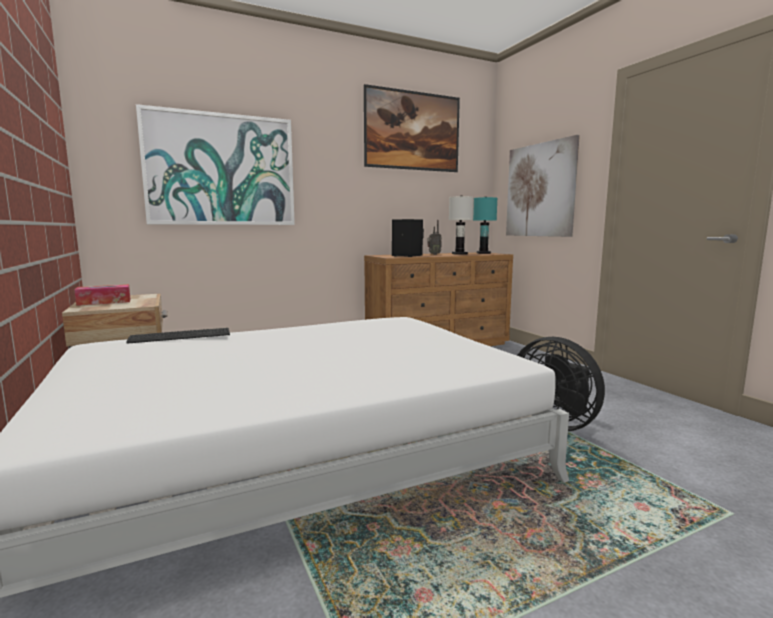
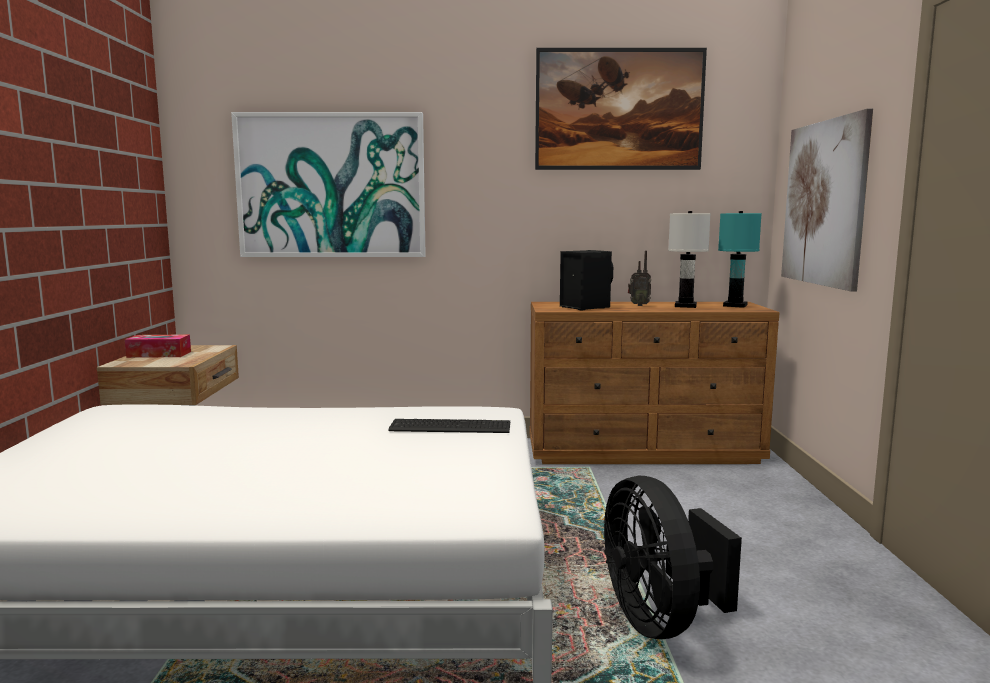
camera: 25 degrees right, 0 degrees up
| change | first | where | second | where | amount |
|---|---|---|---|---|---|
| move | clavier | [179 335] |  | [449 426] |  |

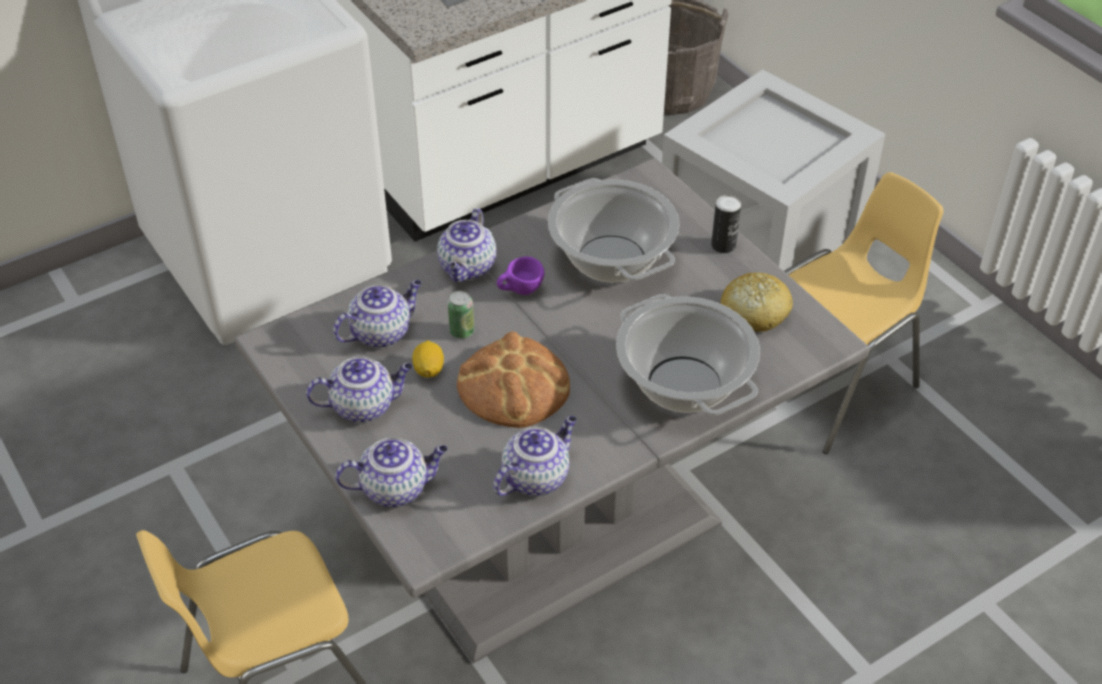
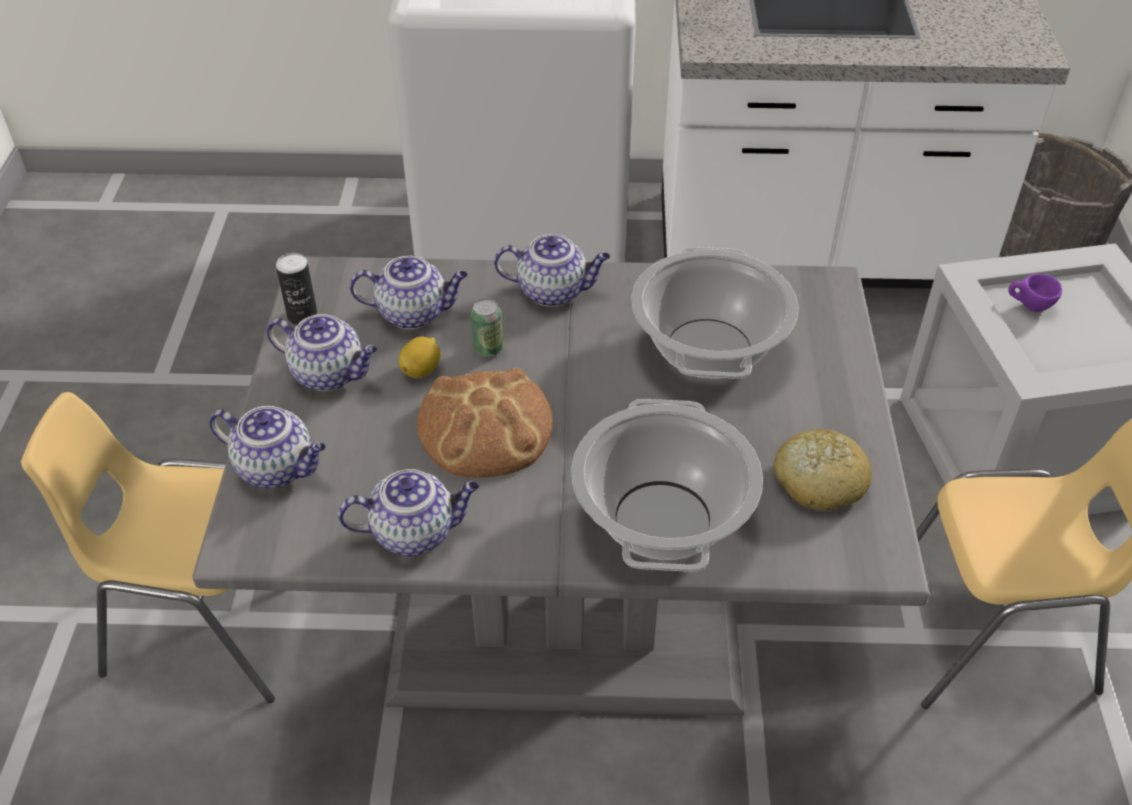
camera: 35 degrees right, 0 degrees up
| change | first | where | second | where | amount |
|---|---|---|---|---|---|
| rotate | théière | [468 268] |  | [553 291] | 135 degrees counterclockwise |
| move | tasse/violet | [520 292] |  | [1028 307] |  |
| move | boîte métallique | [723 245] |  | [302 316] |  |

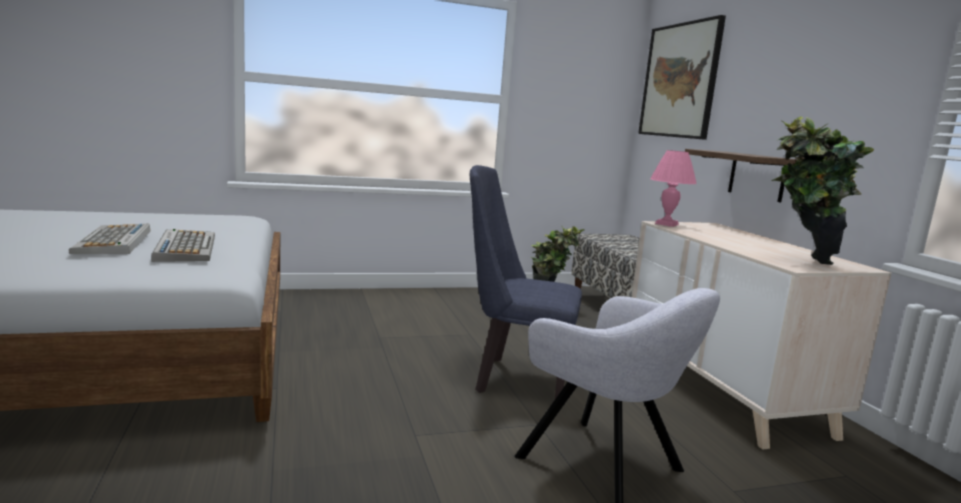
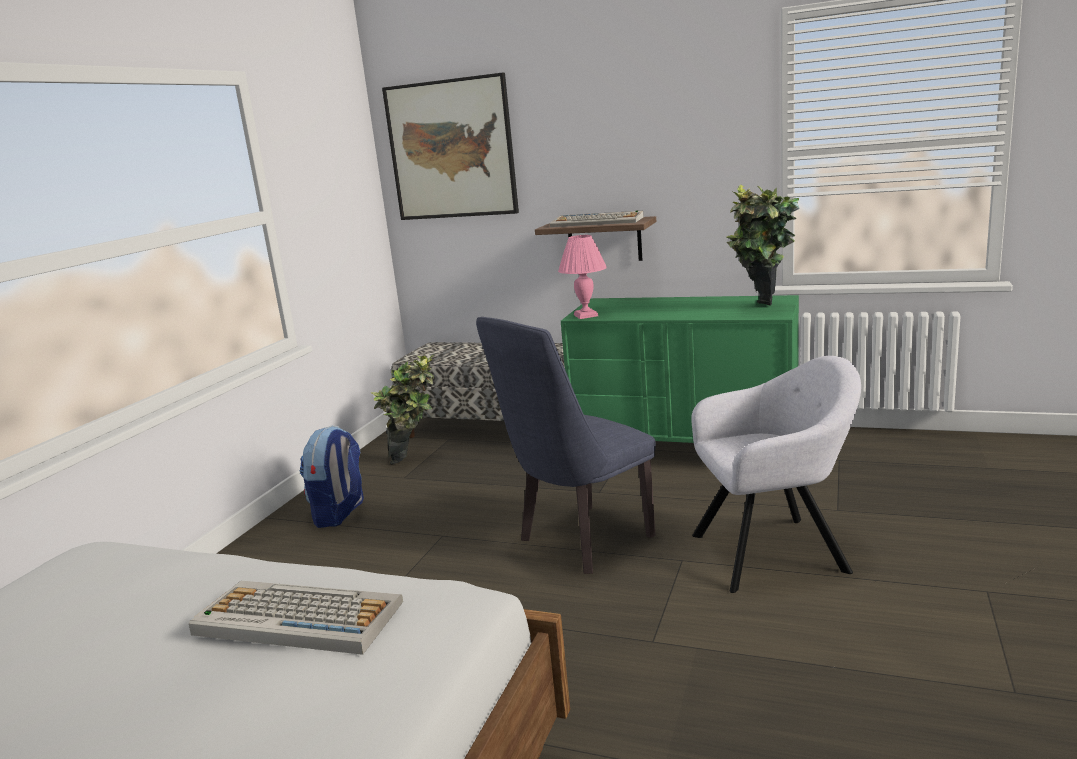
camera: 50 degrees left, 5 degrees up
| change | first | where | second | where | amount |
|---|---|---|---|---|---|
| move | clavier | [114 241] |  | [598 222] |  |
| recolor | commode/beige | [722 390] | commode/vert | [687 450] |  |
| insert |  |  | sac à dos | [340 514] |  |

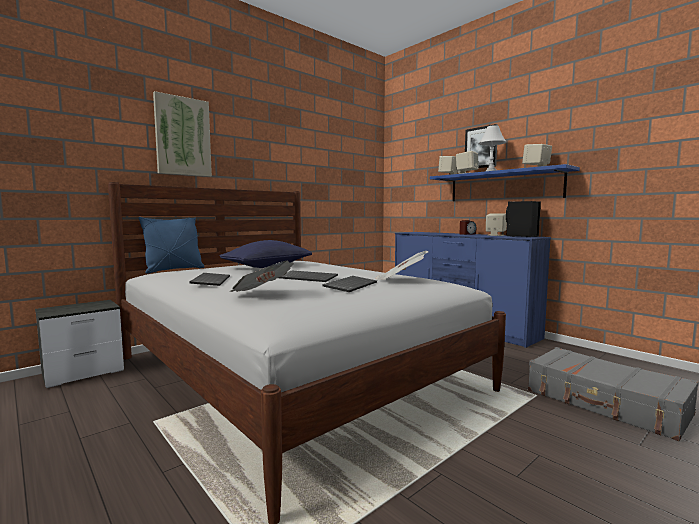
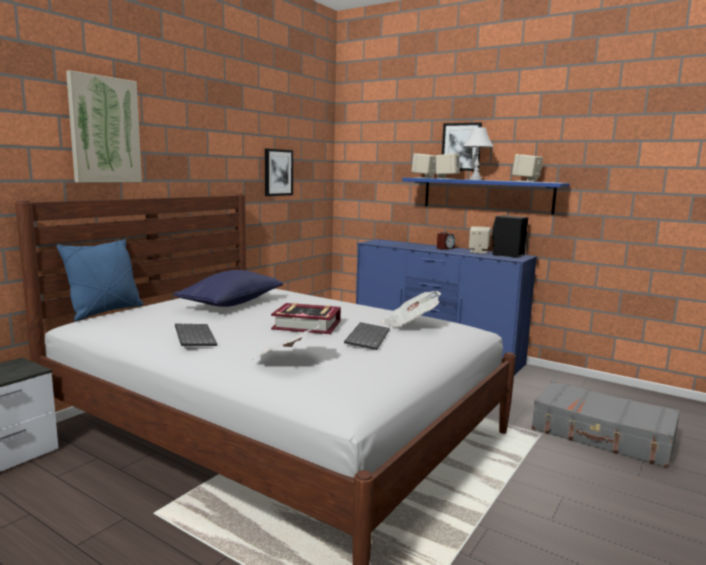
camera: 15 degrees left, 5 degrees up
| change | first | where | second | where | amount |
|---|---|---|---|---|---|
| replace | clavier | [308 278] | livre | [307 325] |  |
| insert |  |  | tableau | [278 172] |  |

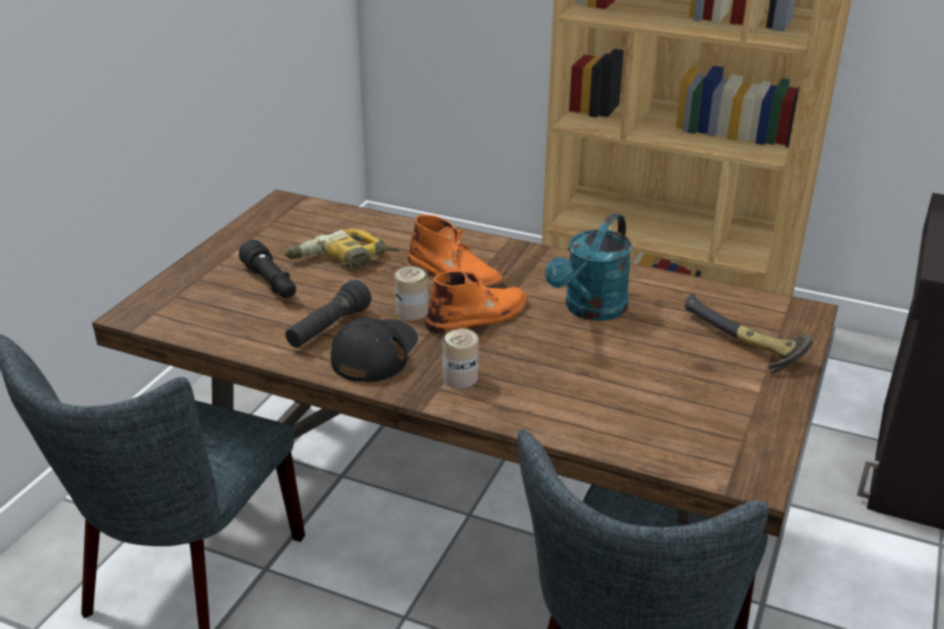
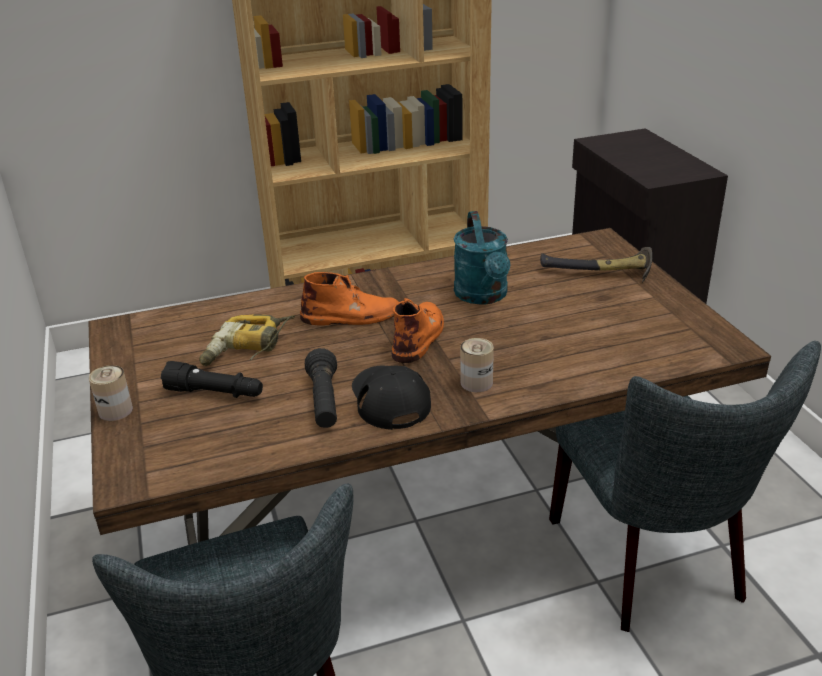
camera: 40 degrees left, 0 degrees up
| change | first | where | second | where | amount |
|---|---|---|---|---|---|
| move | boîte métallique | [412 311] |  | [115 411] |  |

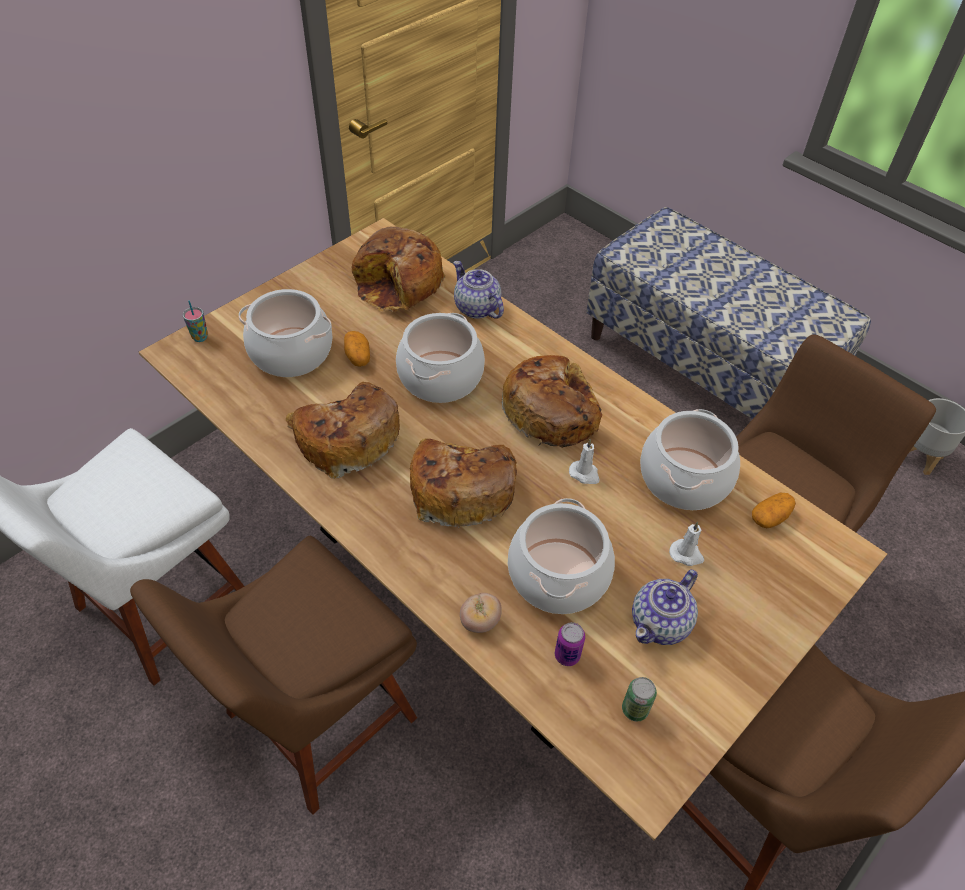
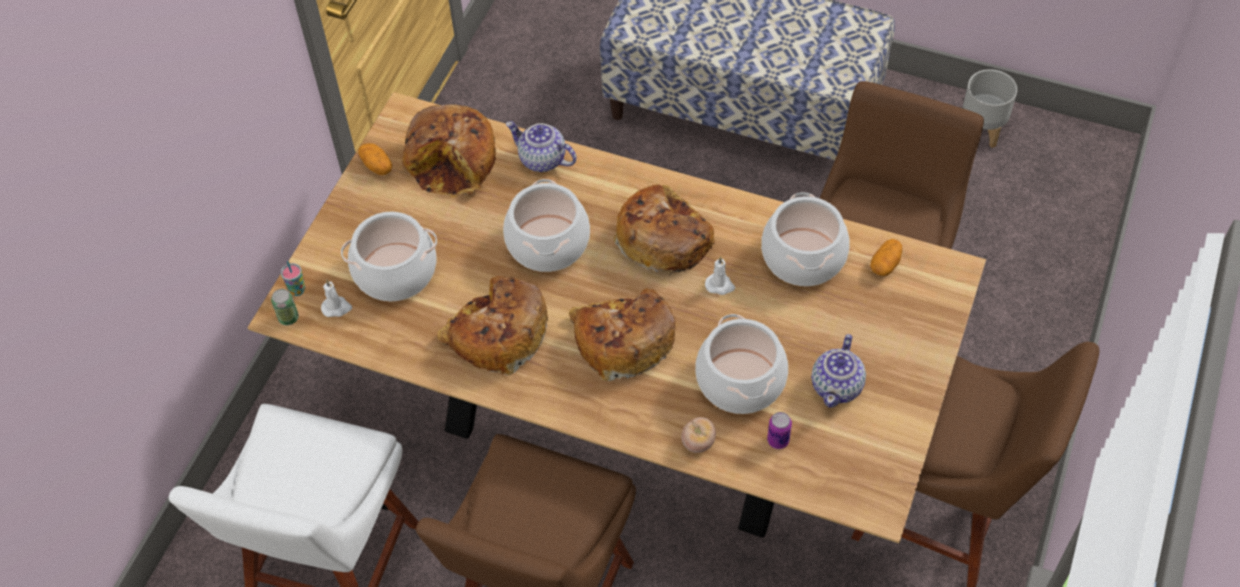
camera: 20 degrees left, 5 degrees up
| change | first | where | second | where | amount |
|---|---|---|---|---|---|
| move | pomme de terre | [358 356] |  | [377 166] |  |
| move | boîte métallique | [635 709] |  | [288 318] |  |
| move | bougie/blanc | [686 554] |  | [337 307] |  |

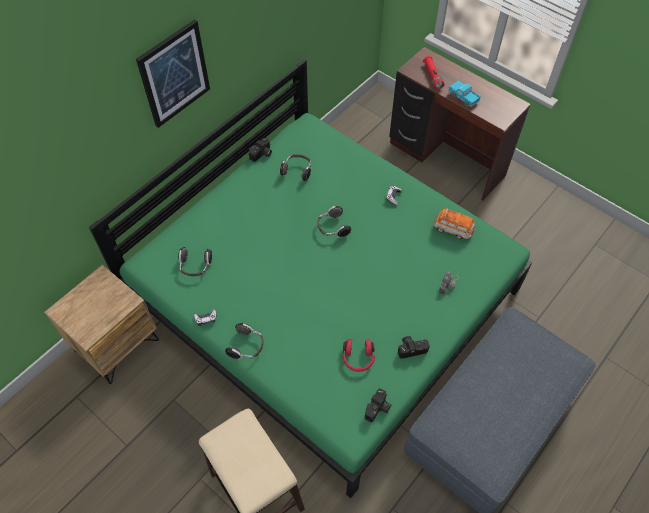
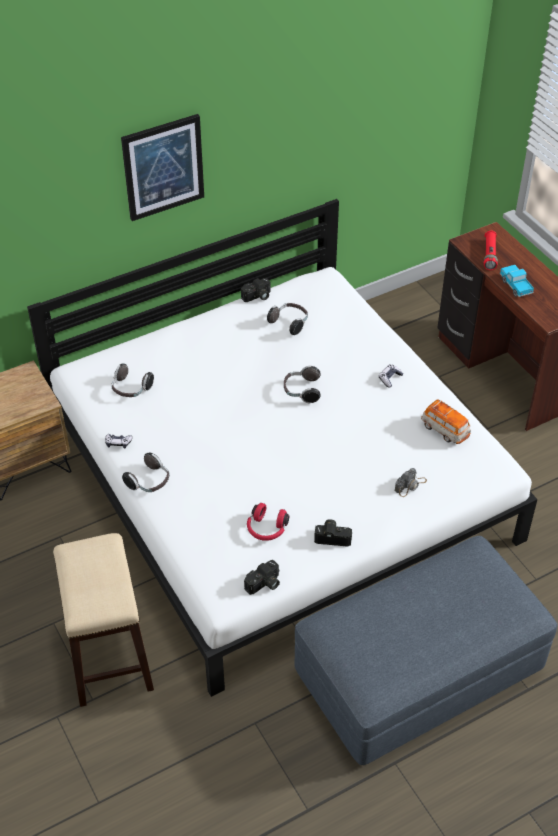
camera: 20 degrees right, 10 degrees down
| change | first | where | second | where | amount |
|---|---|---|---|---|---|
| recolor | lit/vert | [324 296] | lit/blanc | [279 480] |  |

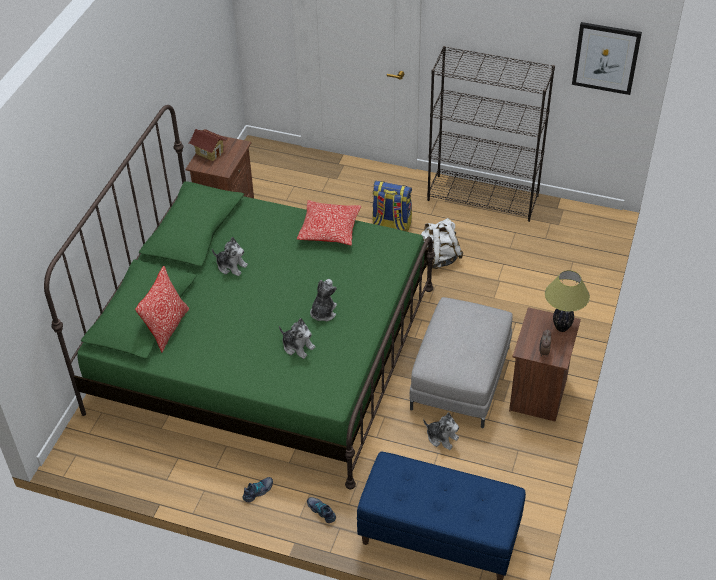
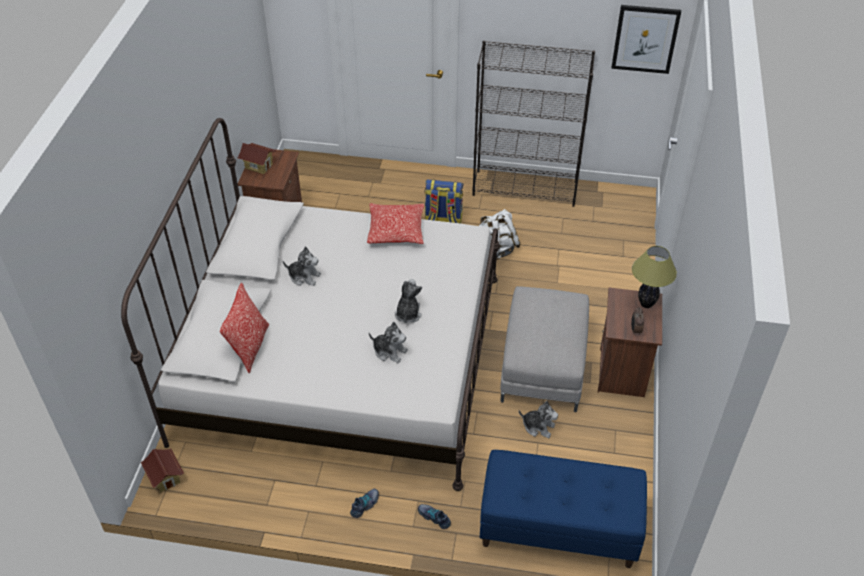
camera: 10 degrees left, 0 degrees up
| change | first | where | second | where | amount |
|---|---|---|---|---|---|
| recolor | lit/vert | [263 349] | lit/blanc | [341 357] |  |
| insert |  |  | maison miniature | [166 478] |  |

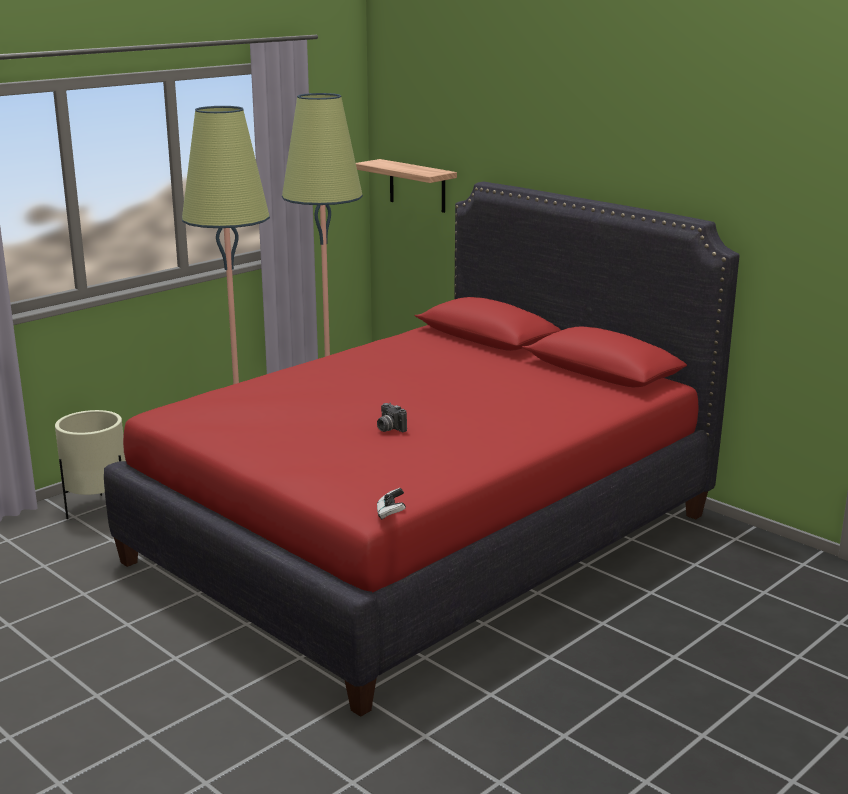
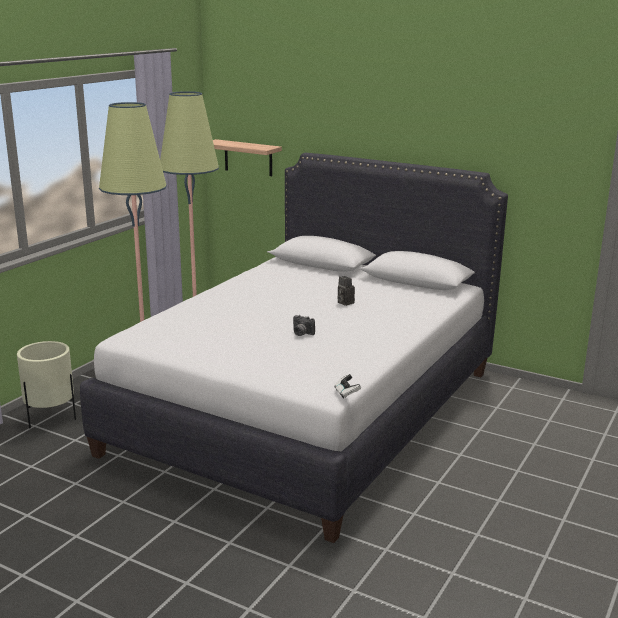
camera: 15 degrees left, 0 degrees up
| change | first | where | second | where | amount |
|---|---|---|---|---|---|
| recolor | lit/rouge | [424 537] | lit/blanc | [307 410] |  |
| insert |  |  | appareil photo | [344 302] |  |

